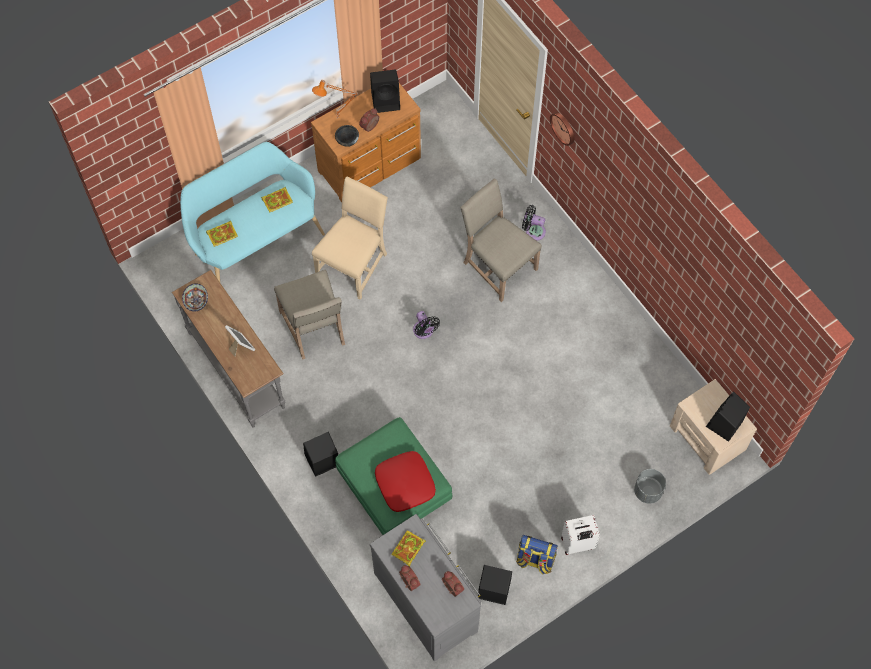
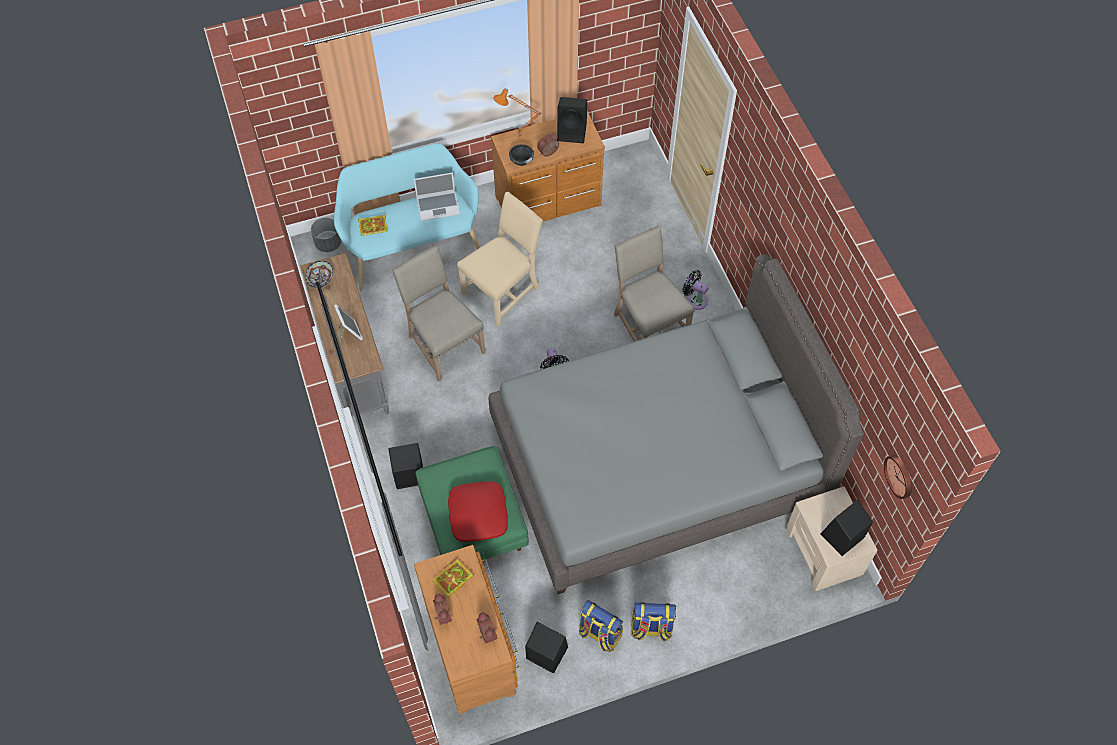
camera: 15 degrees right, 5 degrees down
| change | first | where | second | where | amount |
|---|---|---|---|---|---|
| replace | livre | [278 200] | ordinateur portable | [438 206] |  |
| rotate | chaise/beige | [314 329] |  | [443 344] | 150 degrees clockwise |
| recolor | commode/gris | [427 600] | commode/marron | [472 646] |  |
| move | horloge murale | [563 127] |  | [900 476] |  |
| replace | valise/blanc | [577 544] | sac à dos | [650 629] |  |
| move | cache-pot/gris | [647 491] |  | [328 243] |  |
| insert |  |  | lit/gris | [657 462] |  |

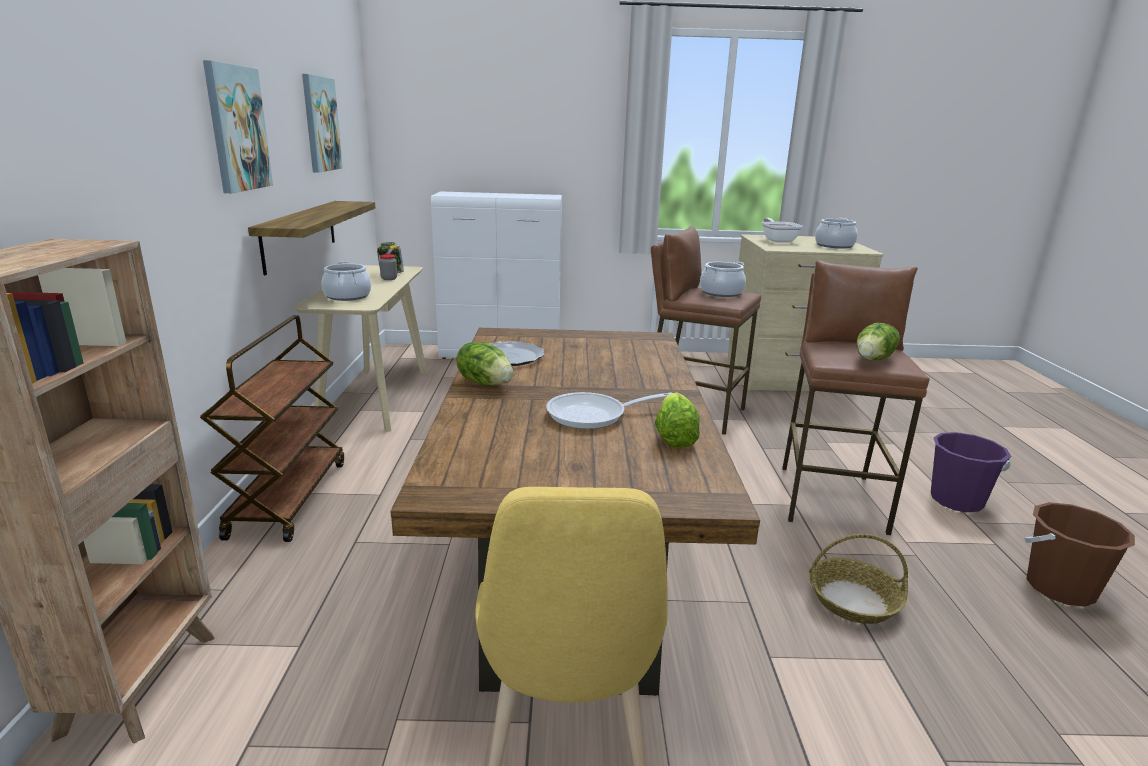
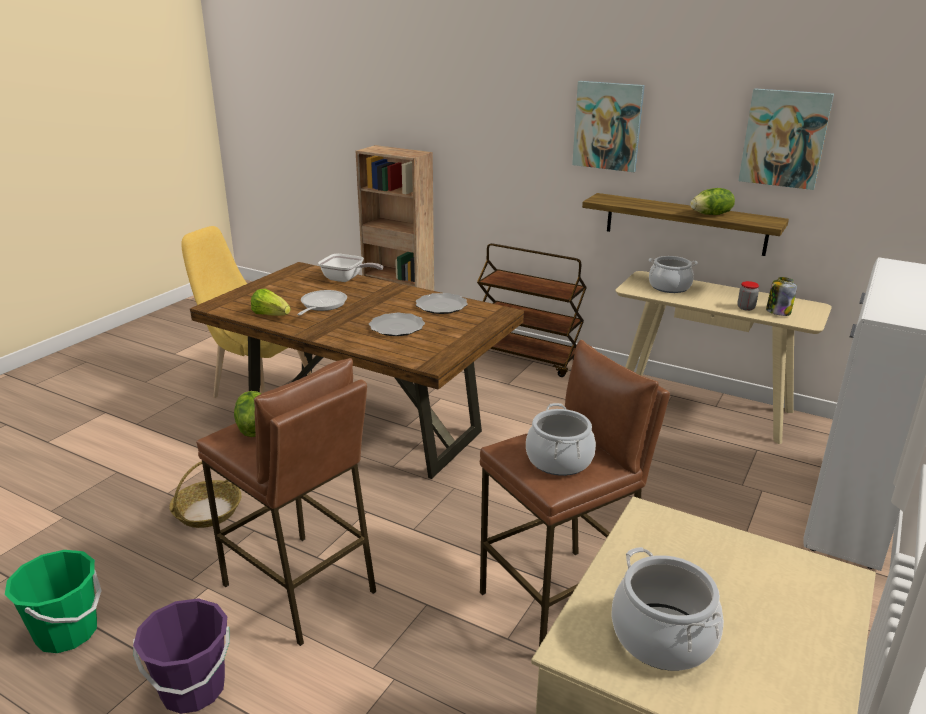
camera: 120 degrees right, 5 degrees up
| change | first | where | second | where | amount |
|---|---|---|---|---|---|
| move | laitue | [485 383] |  | [711 214] |  |
| move | poêle | [778 240] |  | [346 279] |  |
| recolor | seau/marron | [1059 588] | seau/vert | [67 632] |  |
| insert |  |  | assiette | [397 327] |  |

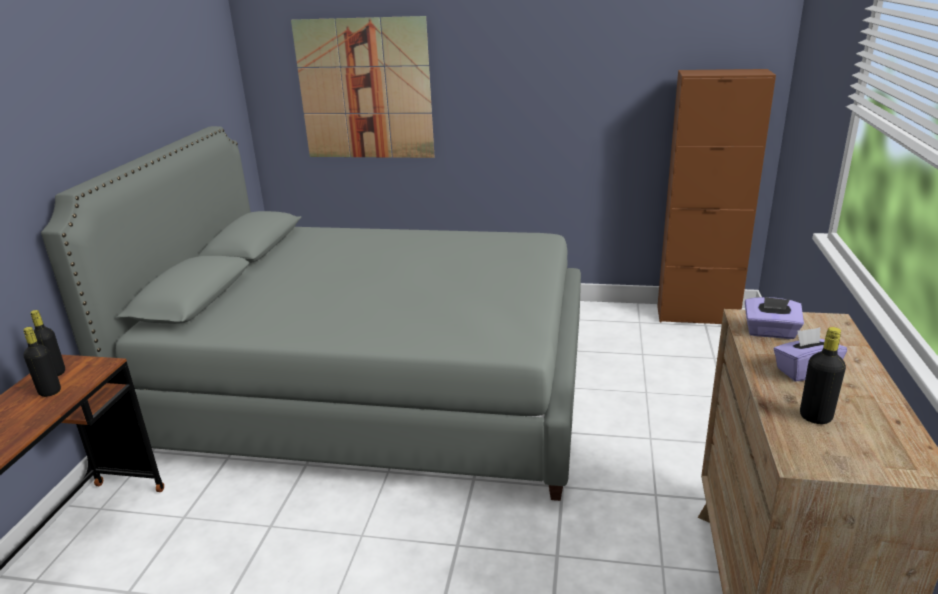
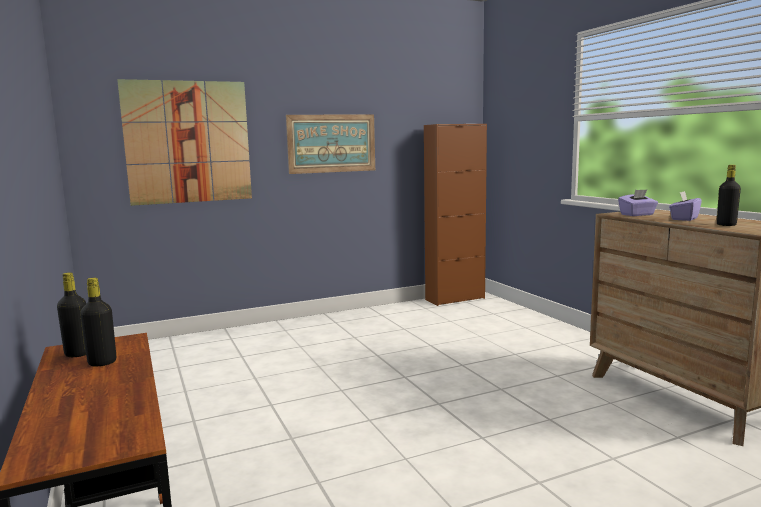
camera: 35 degrees left, 15 degrees down
| change | first | where | second | where | amount |
|---|---|---|---|---|---|
| delete | lit/gris | [376 390] |  |  |  |
| insert |  |  | tableau | [331 143] |  |

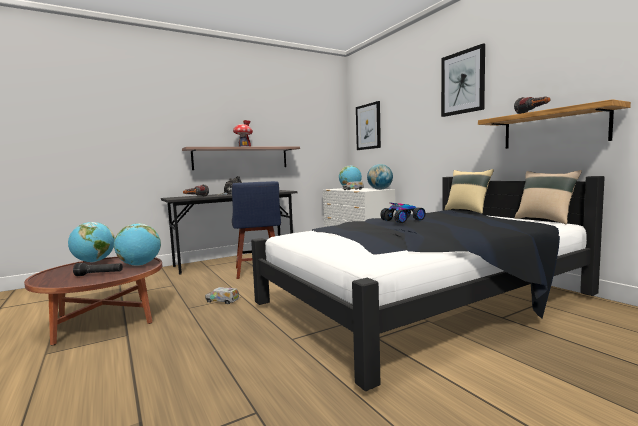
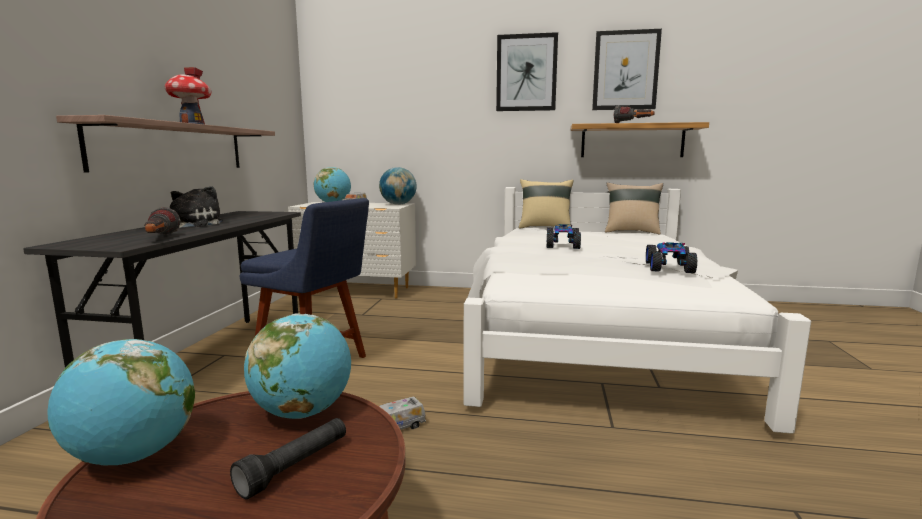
camera: 50 degrees left, 5 degrees up
| change | first | where | second | where | amount |
|---|---|---|---|---|---|
| recolor | lit/noir | [422 302] | lit/blanc | [594 338] |  |
| move | tableau | [368 126] |  | [625 70] |  |
| insert |  |  | petite voiture | [669 267] |  |

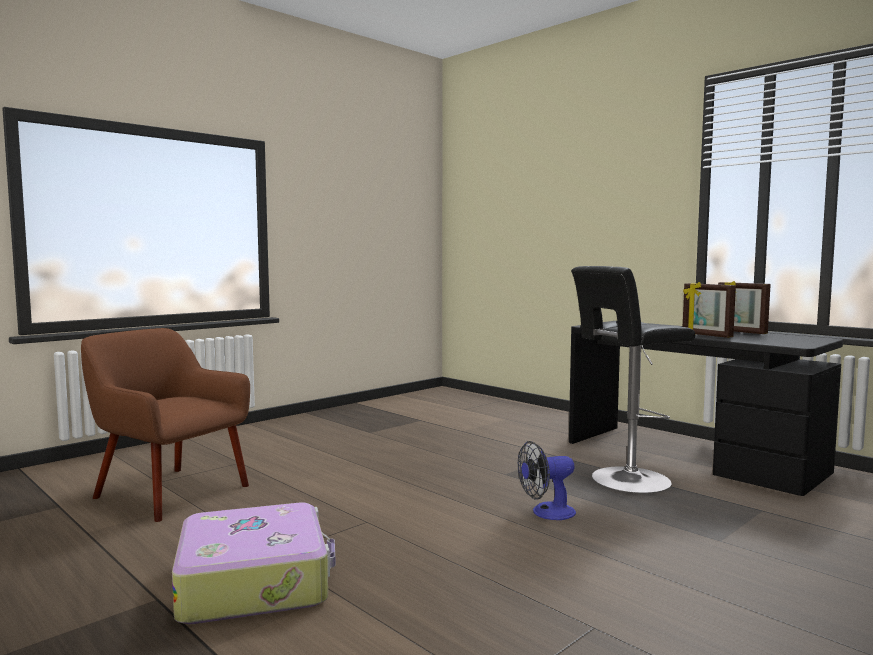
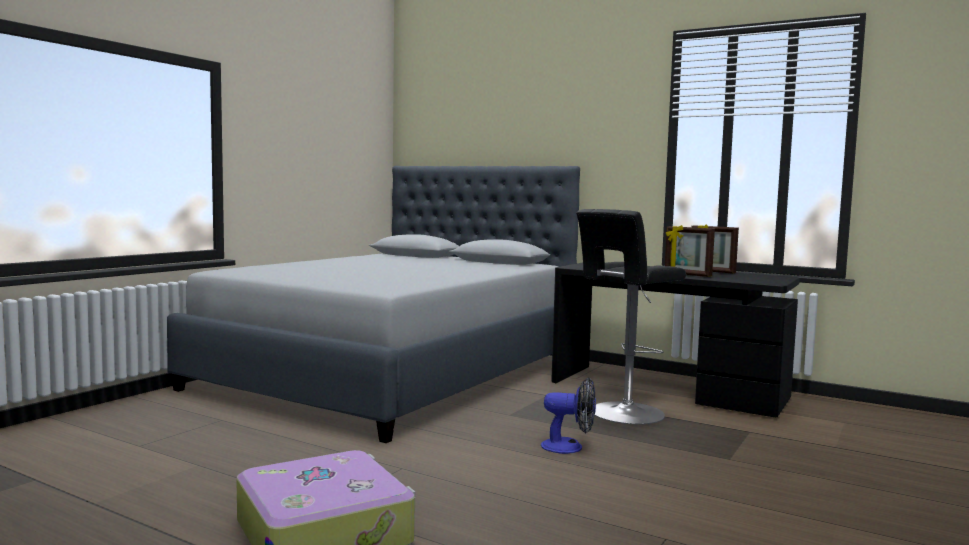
camera: 15 degrees left, 0 degrees up
| change | first | where | second | where | amount |
|---|---|---|---|---|---|
| delete | fauteuil/marron | [169 491] |  |  |  |
| rotate | ventilateur | [546 513] |  | [569 447] | 135 degrees counterclockwise |
| insert |  |  | lit/gris | [393 373] |  |

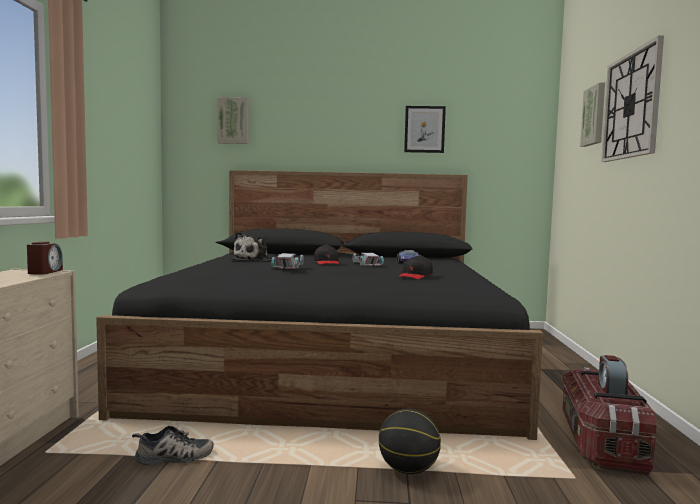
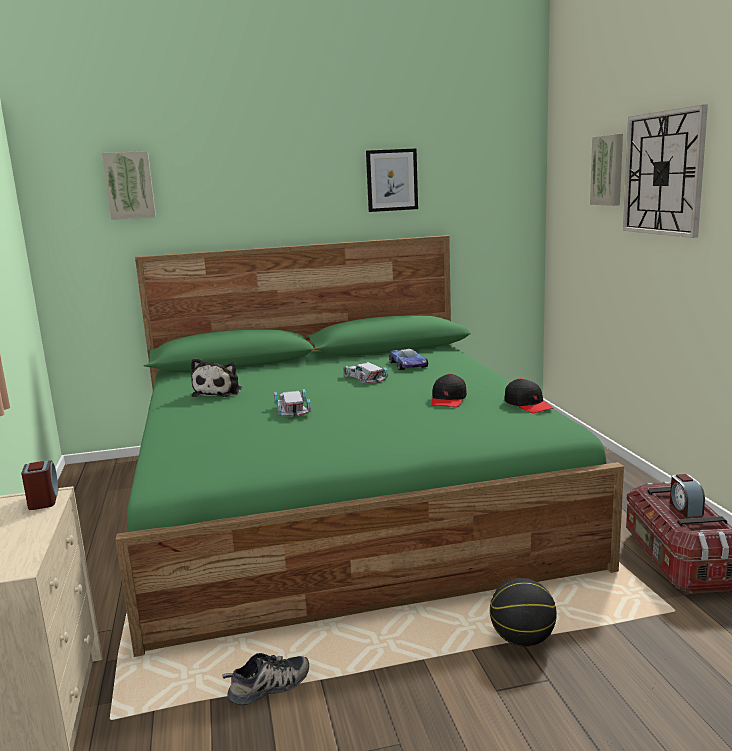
camera: 15 degrees left, 10 degrees up
| change | first | where | second | where | amount |
|---|---|---|---|---|---|
| recolor | lit/noir | [334 359] | lit/vert | [342 499] |  |
| move | casquette/noir | [327 262] |  | [528 405] |  |

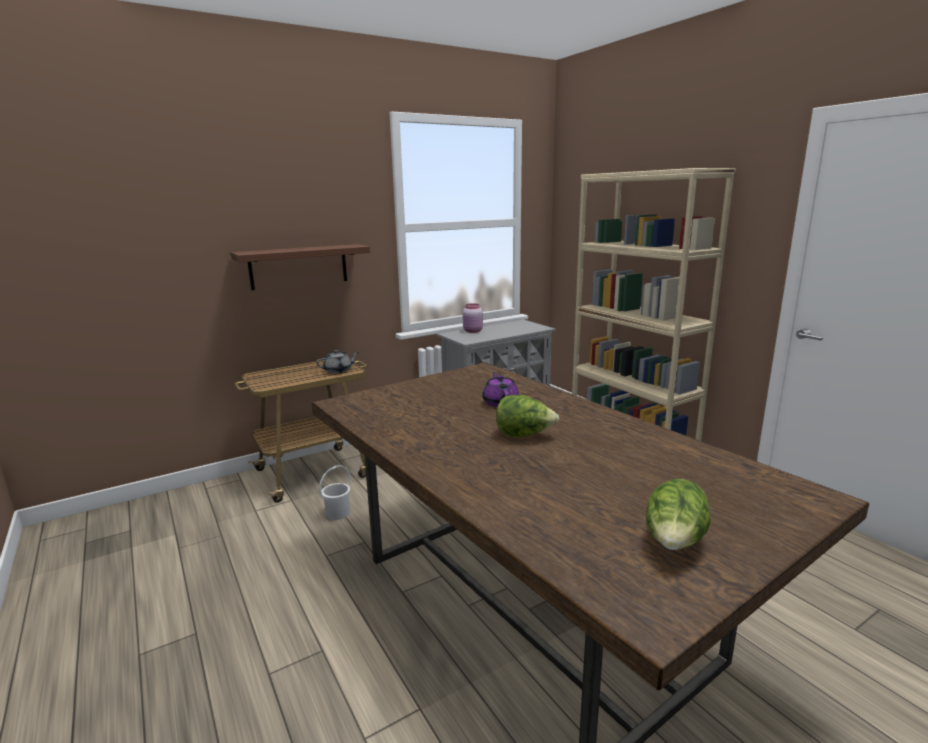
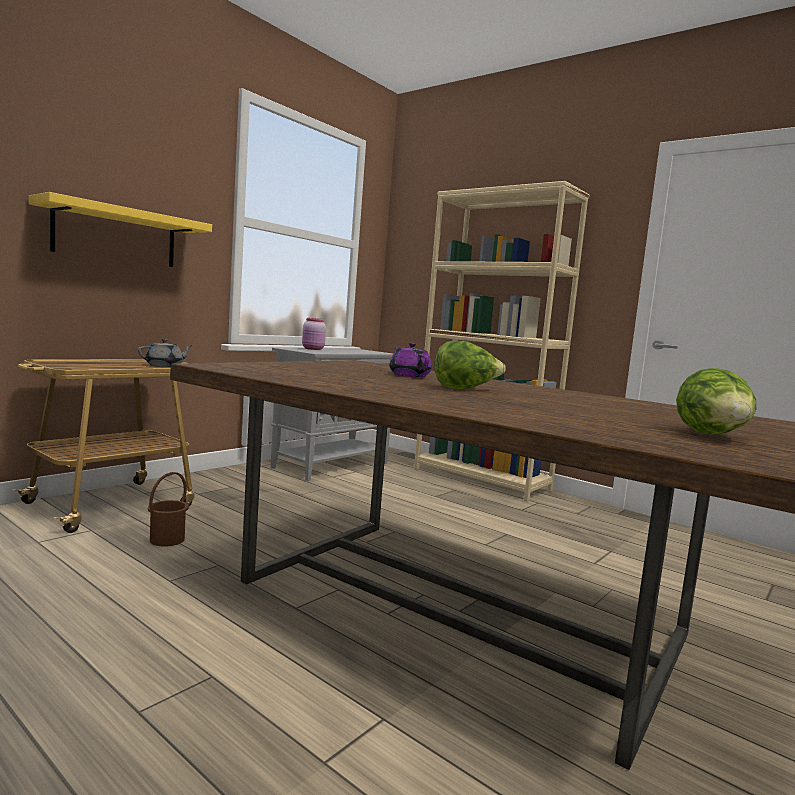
camera: 20 degrees left, 10 degrees down
| change | first | where | second | where | amount |
|---|---|---|---|---|---|
| recolor | étagère/marron | [299 266] | étagère/jaune | [116 236] |  |
| recolor | seau/blanc | [337 513] | seau/marron | [166 540] |  |

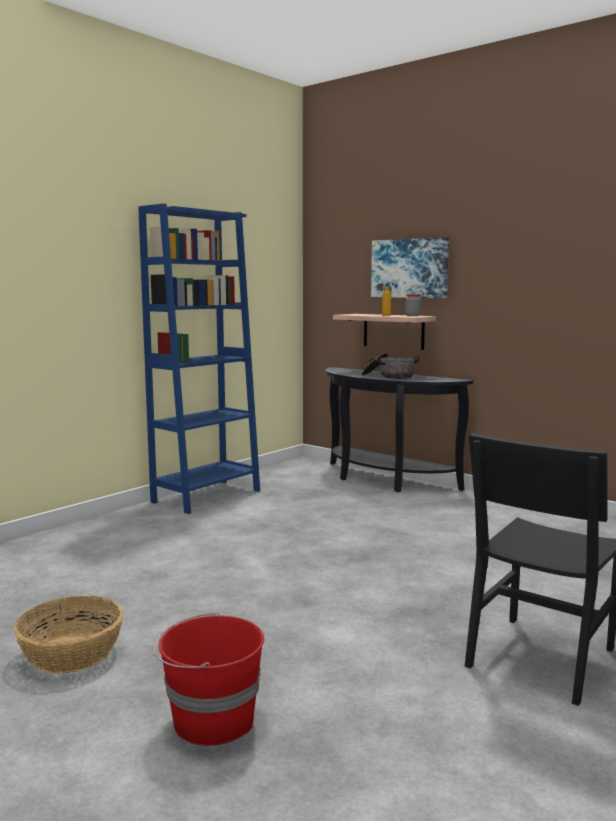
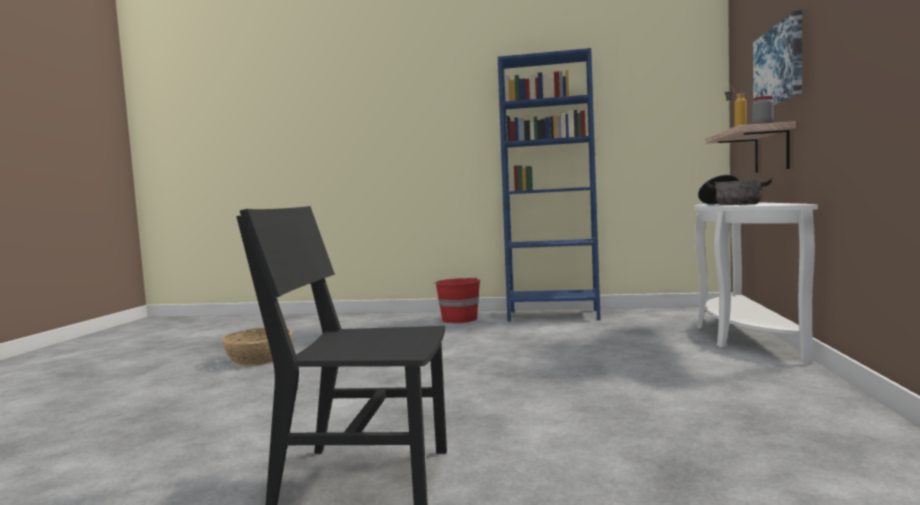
camera: 60 degrees right, 5 degrees down
| change | first | where | second | where | amount |
|---|---|---|---|---|---|
| move | seau/rouge | [211 720] |  | [459 319] |  |
| recolor | table console/noir | [382 480] | table console/blanc | [740 336] |  |

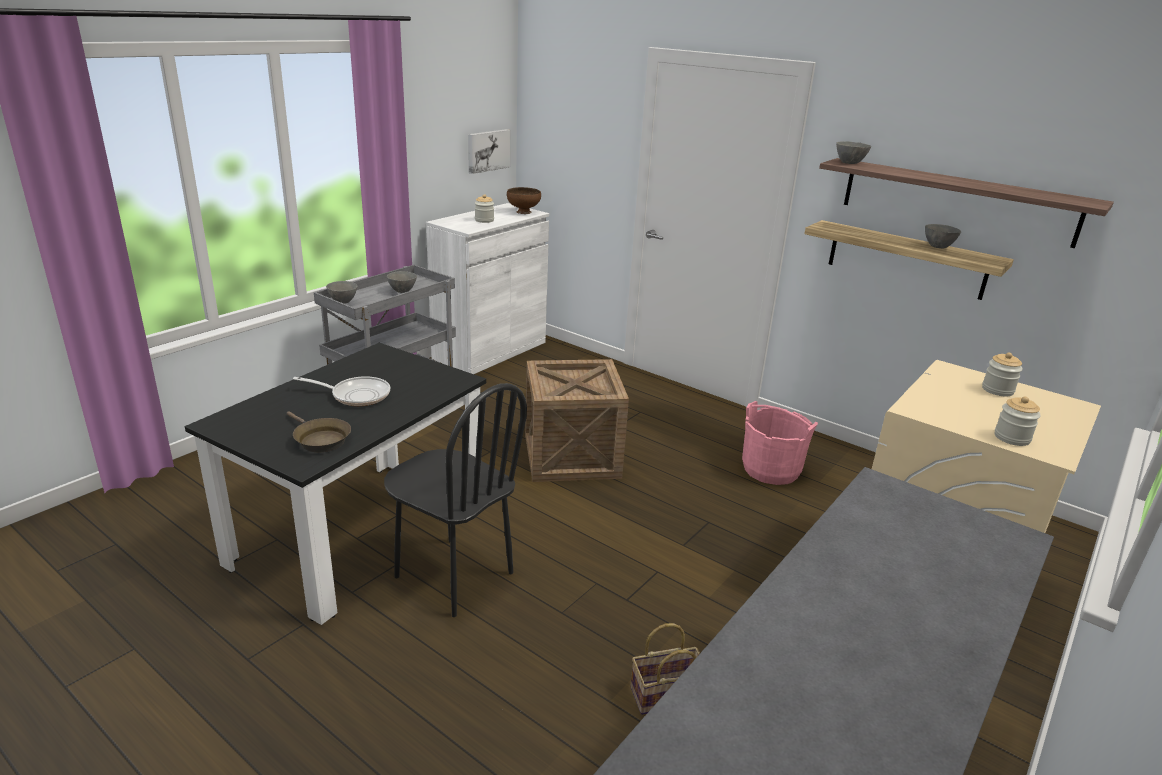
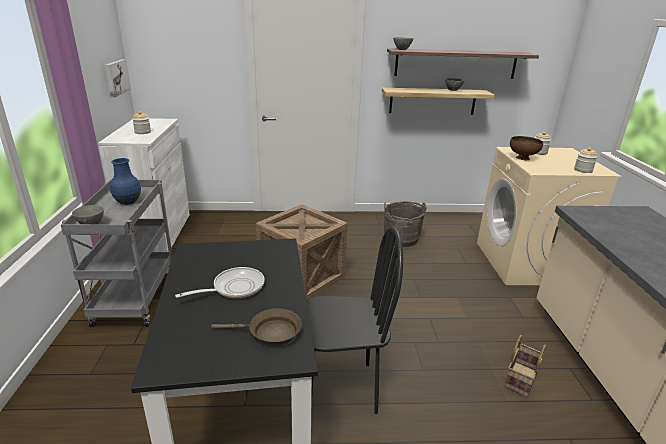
camera: 40 degrees left, 0 degrees up
| change | first | where | second | where | amount |
|---|---|---|---|---|---|
| replace | bol/gris | [403 291] | vase/bleu | [128 201] |  |
| move | bol/marron | [523 212] |  | [522 158] |  |
| recolor | seau/rose | [770 470] | seau/gris | [401 239] |  |

